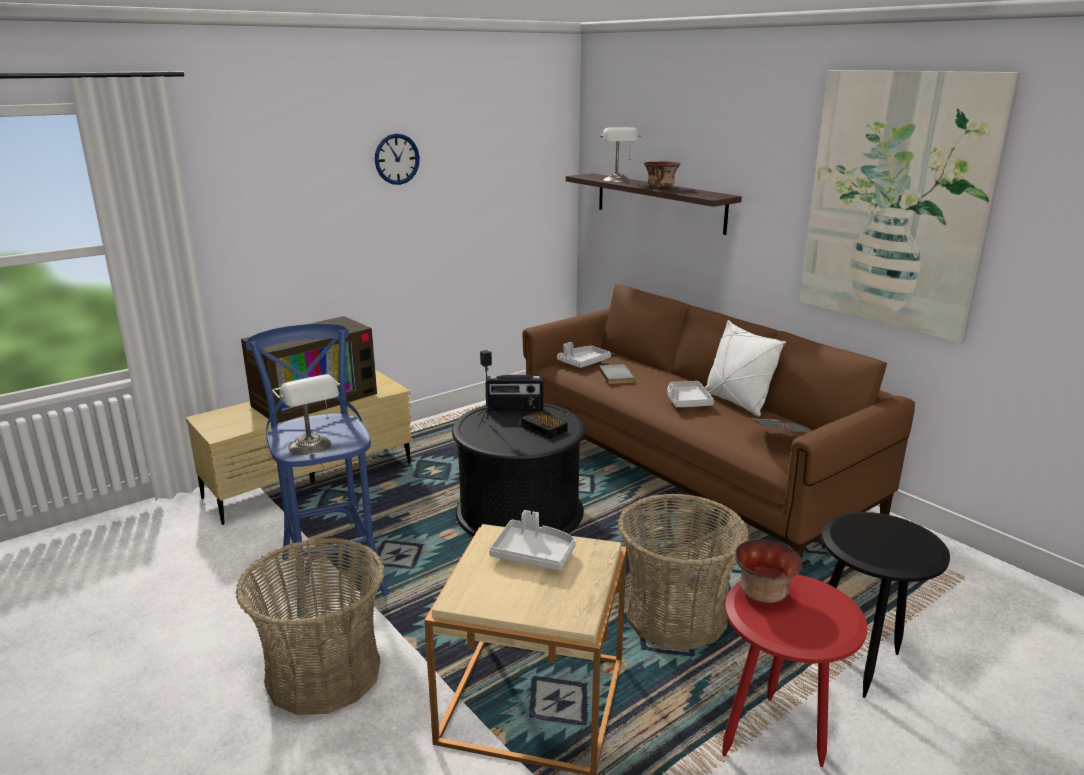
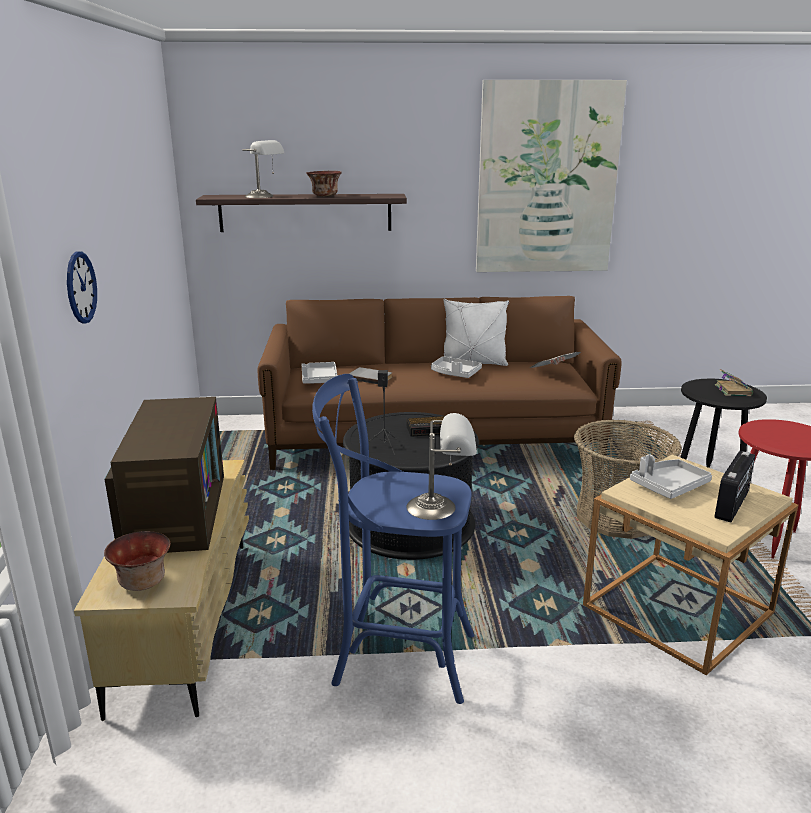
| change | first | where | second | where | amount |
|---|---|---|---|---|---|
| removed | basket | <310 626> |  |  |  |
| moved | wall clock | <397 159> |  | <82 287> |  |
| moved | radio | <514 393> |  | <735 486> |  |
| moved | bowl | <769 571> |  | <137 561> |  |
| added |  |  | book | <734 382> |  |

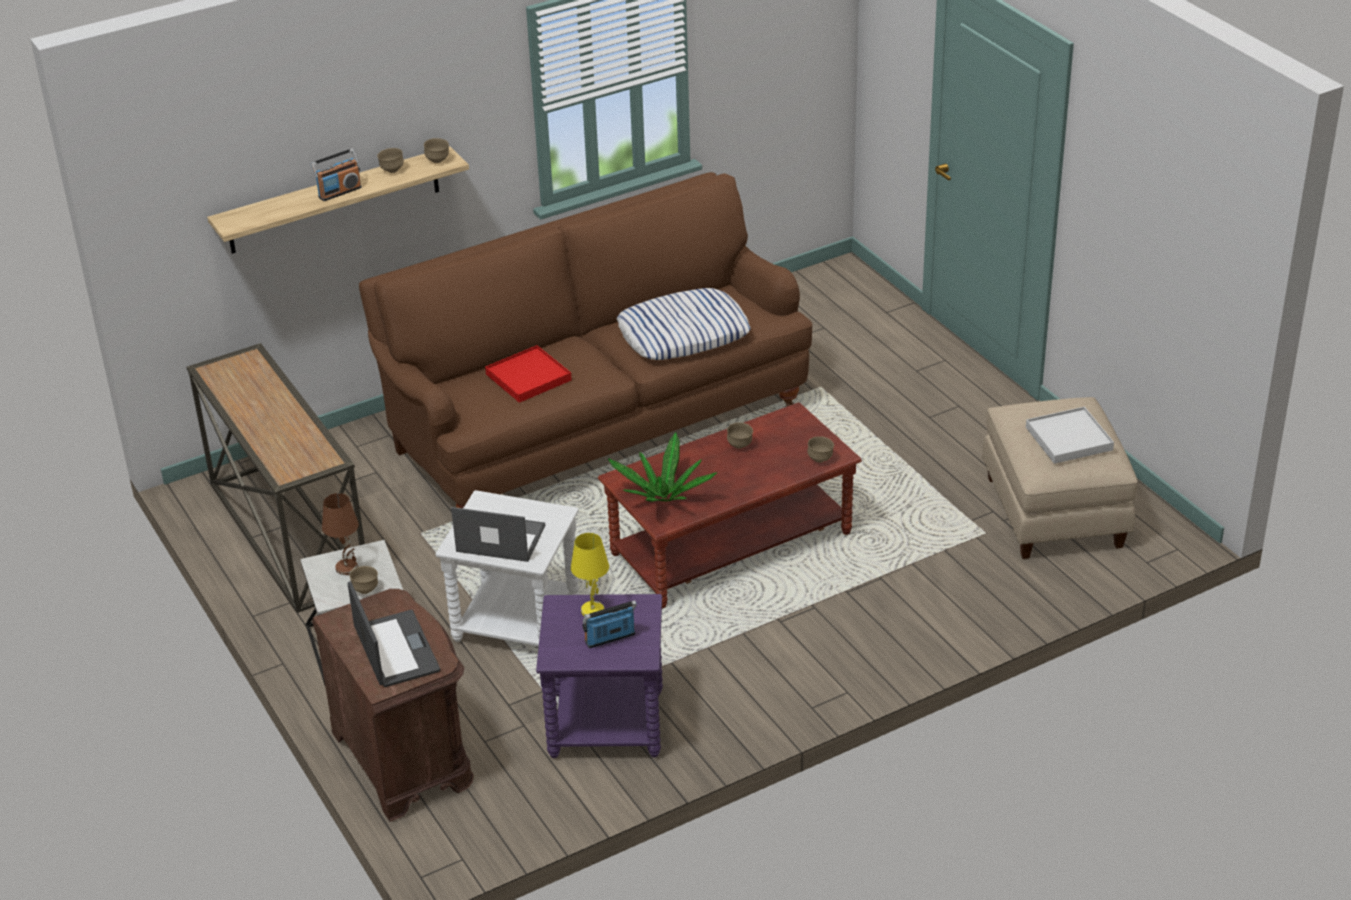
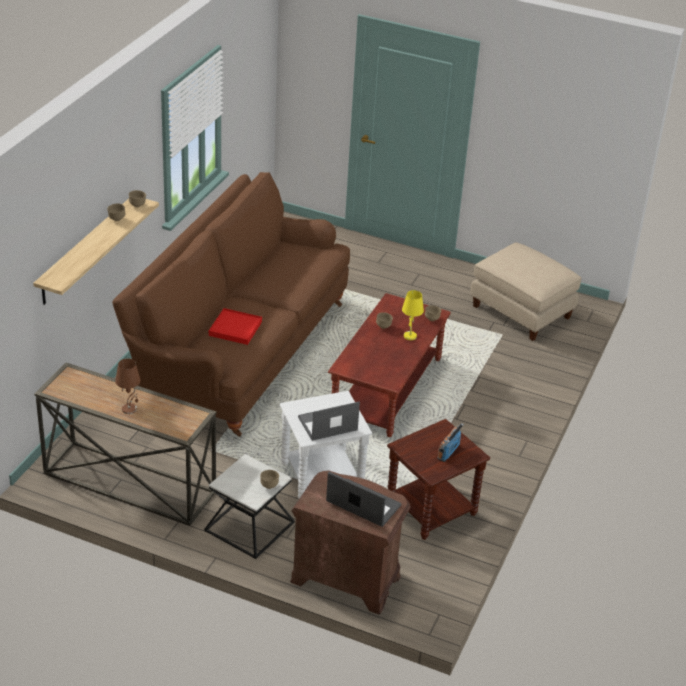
| change | first | where | second | where | amount |
|---|---|---|---|---|---|
| removed | radio | <336 174> |  |  |  |
| moved | table lamp (brown) | <340 534> |  | <127 386> |  |
| recoloured | side table (purple) | <599 676> | side table (brown) | <438 479> |  |
| moved | table lamp (yellow) | <590 574> |  | <413 315> |  |
| removed | potted plant | <662 467> |  |  |  |
| removed | pillow | <683 324> |  |  |  |
| removed | tray (white) | <1070 435> |  |  |  |

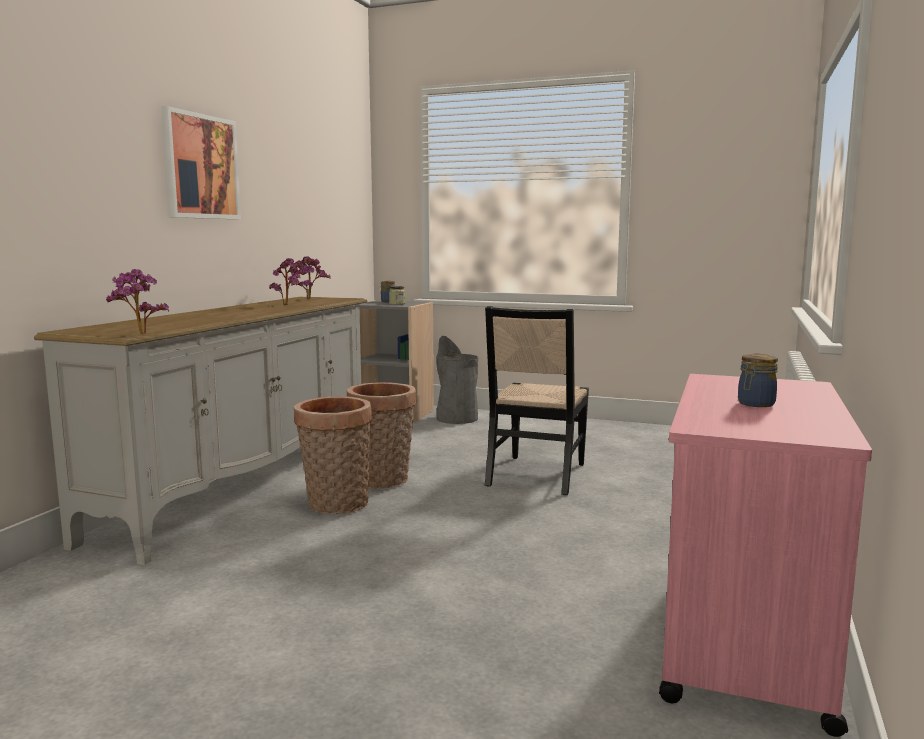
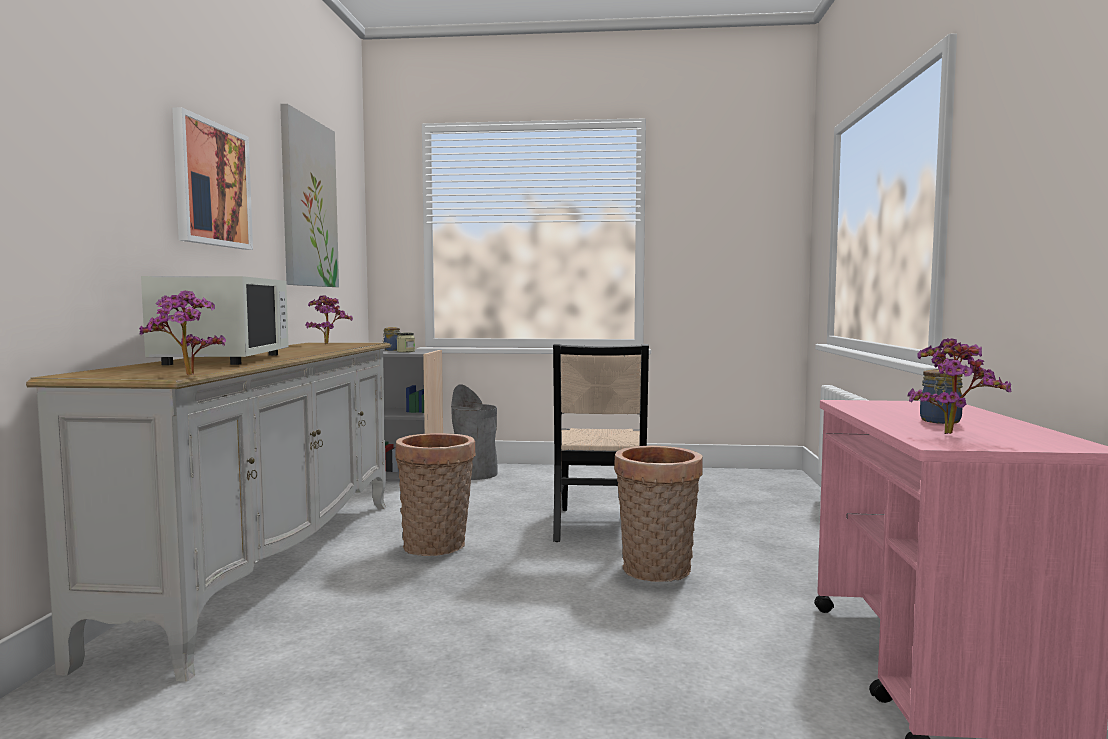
| change | first | where | second | where | amount |
|---|---|---|---|---|---|
| moved | potted plant | <288 281> |  | <960 386> |  |
| moved | basket | <333 455> |  | <658 513> |  |
| added |  |  | microwave (white) | <215 320> |  |
| added |  |  | picture | <309 195> |  |

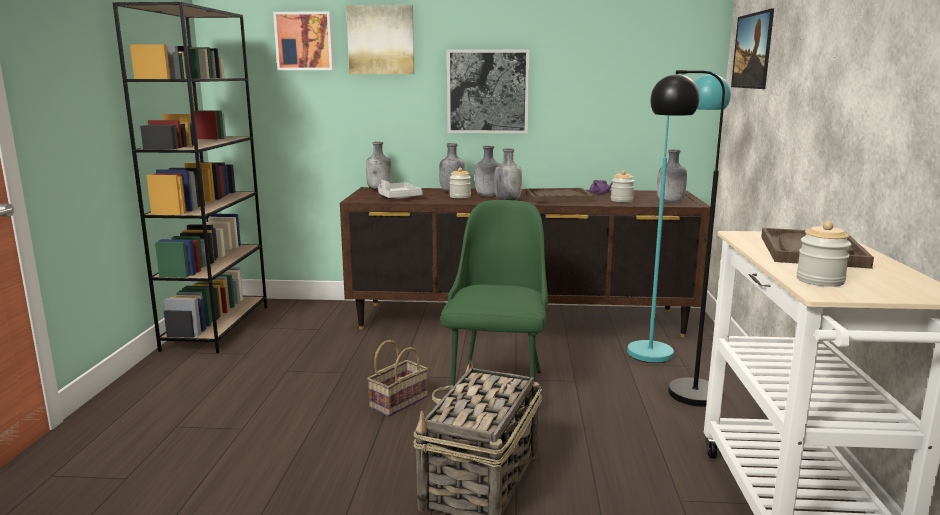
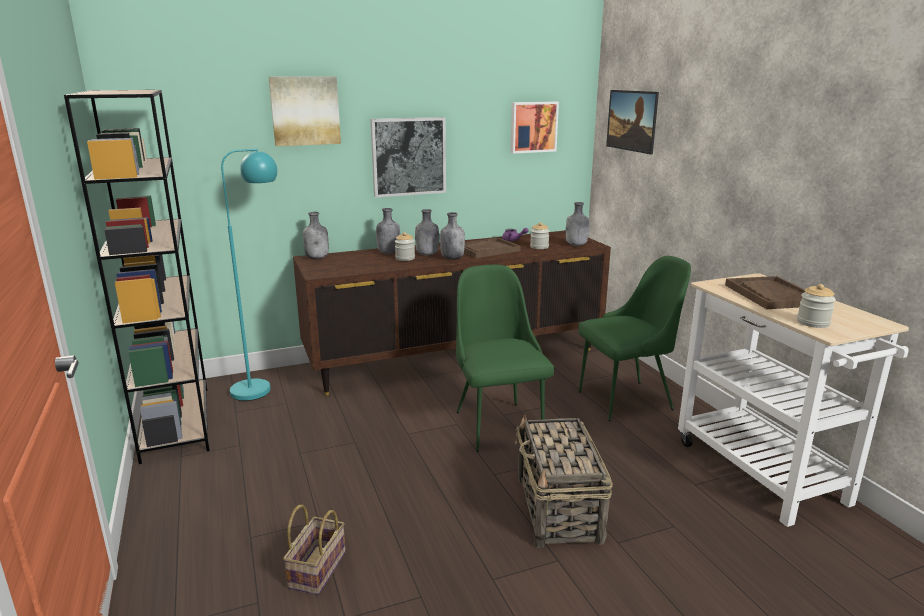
| change | first | where | second | where | amount |
|---|---|---|---|---|---|
| moved | picture | <303 40> |  | <534 127> |  |
| moved | basket | <397 378> |  | <314 549> |  |
| removed | tray (grey) | <400 189> |  |  |  |
| moved | floor lamp (turquoise) | <679 217> |  | <249 275> |  |
| replaced | floor lamp (black) | <687 238> | chair (green) | <634 339> |  |

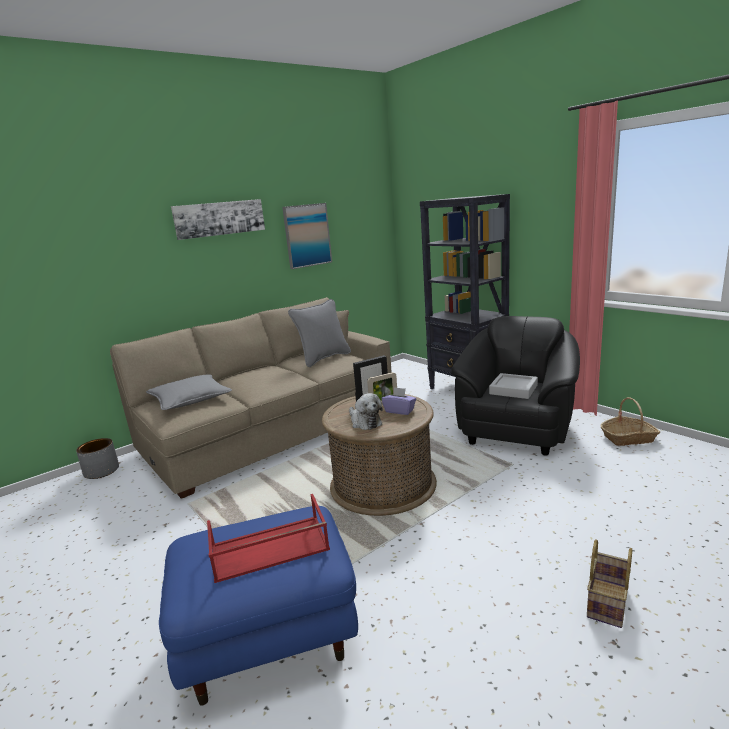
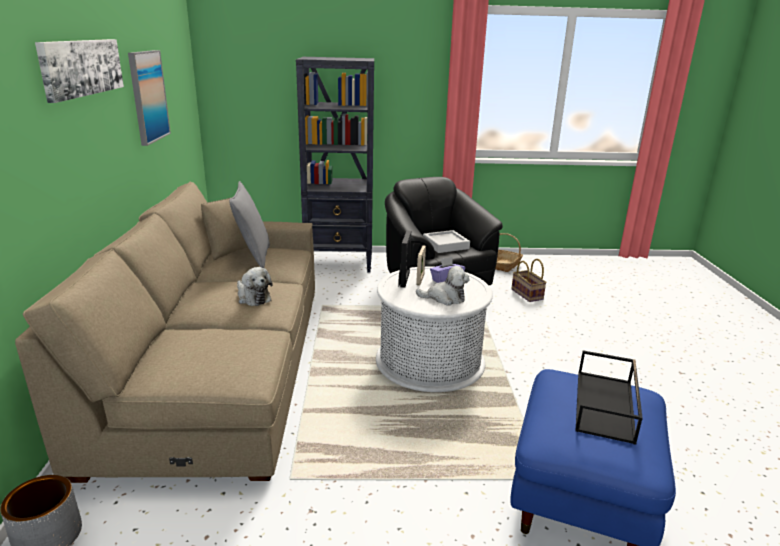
| change | first | where | second | where | amount |
|---|---|---|---|---|---|
| removed | pillow (grey) | <189 392> |  |  |  |
| recoloured | tray (red) | <268 538> | tray (black) | <609 397> |  |
| recoloured | coffee table (brown) | <379 455> | coffee table (white) | <434 329> |  |
| moved | basket | <609 583> |  | <529 280> |  |
| added |  |  | plush toy | <255 286> |  |

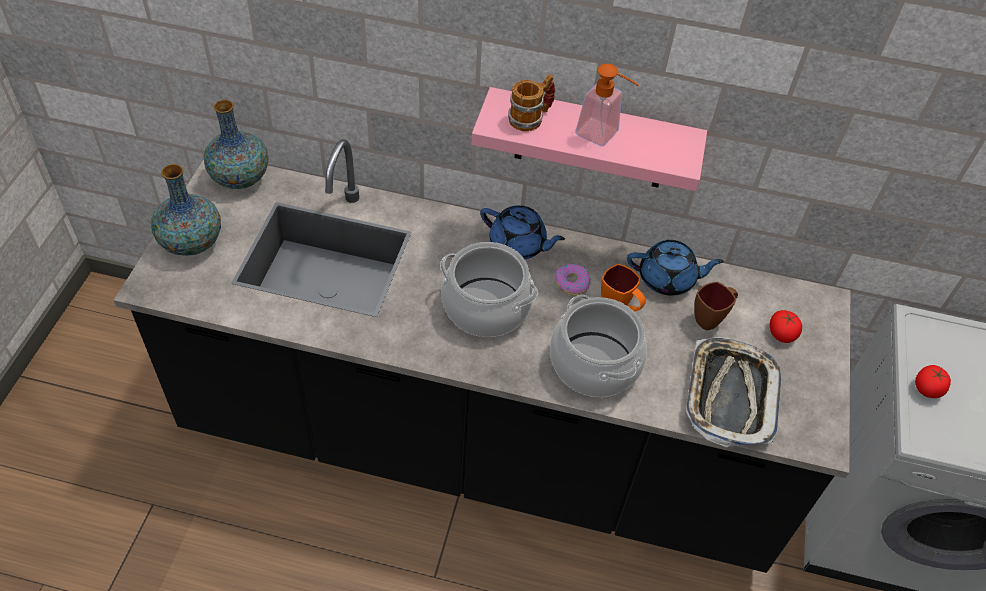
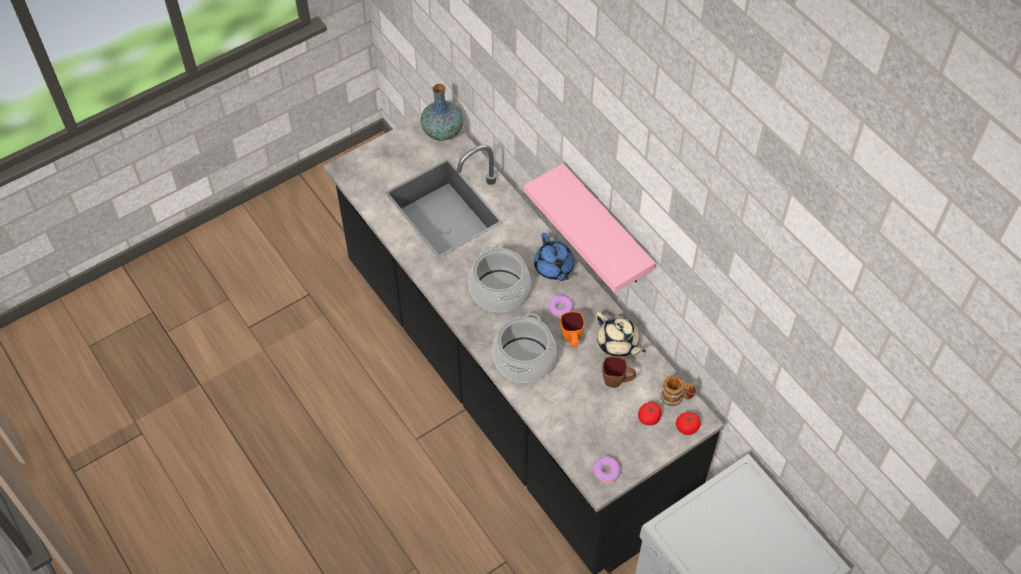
| change | first | where | second | where | amount |
|---|---|---|---|---|---|
| removed | vase | <186 210> |  |  |  |
| moved | mug | <531 102> |  | <678 391> |  |
| removed | soap dispenser | <607 105> |  |  |  |
| recoloured | teapot (blue) | <675 268> | teapot (beige) | <620 334> |  |
| removed | tray | <733 392> |  |  |  |
| moved | tomato | <933 381> |  | <688 423> |  |
| added |  |  | donut | <606 469> |  |

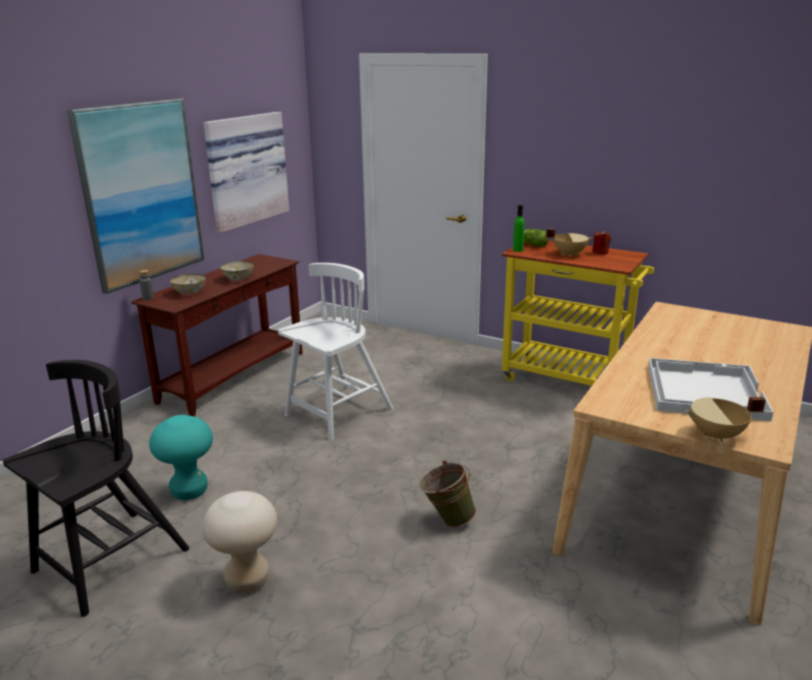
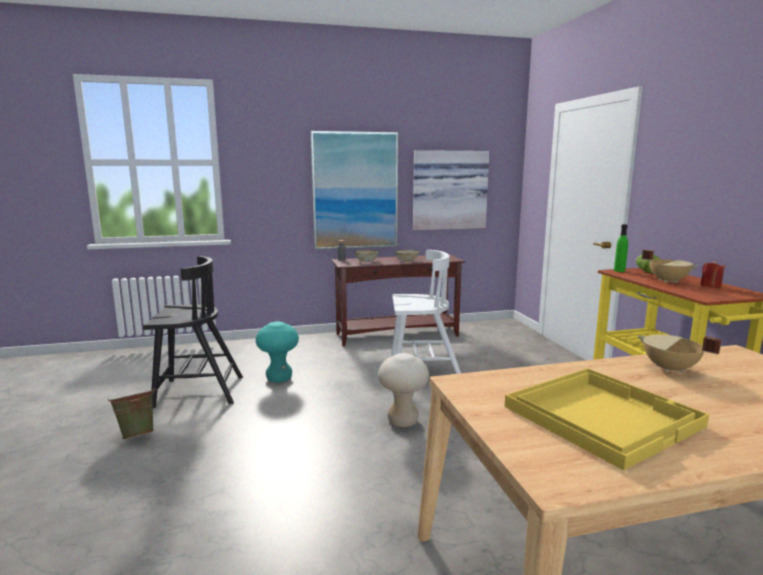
| change | first | where | second | where | amount |
|---|---|---|---|---|---|
| moved | stool (beige) | <239 542> |  | <403 390> |  |
| moved | bucket (green) | <448 493> |  | <131 413> |  |
| recoloured | tray (white) | <710 389> | tray (yellow) | <607 419> |  |
| moved | cooking pot (beige) | <725 419> |  | <679 354> |  |

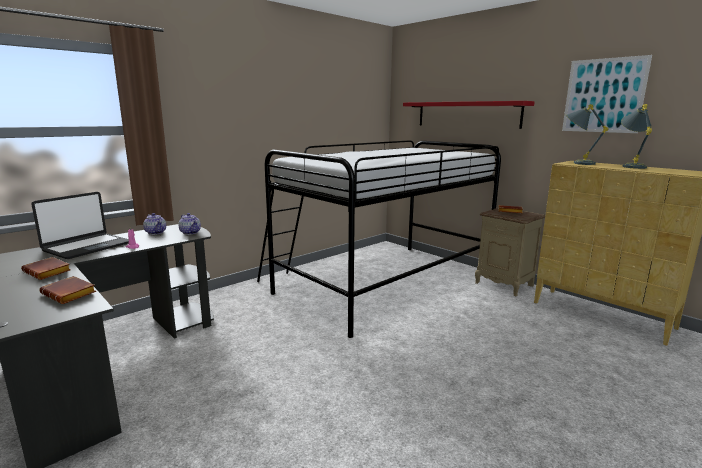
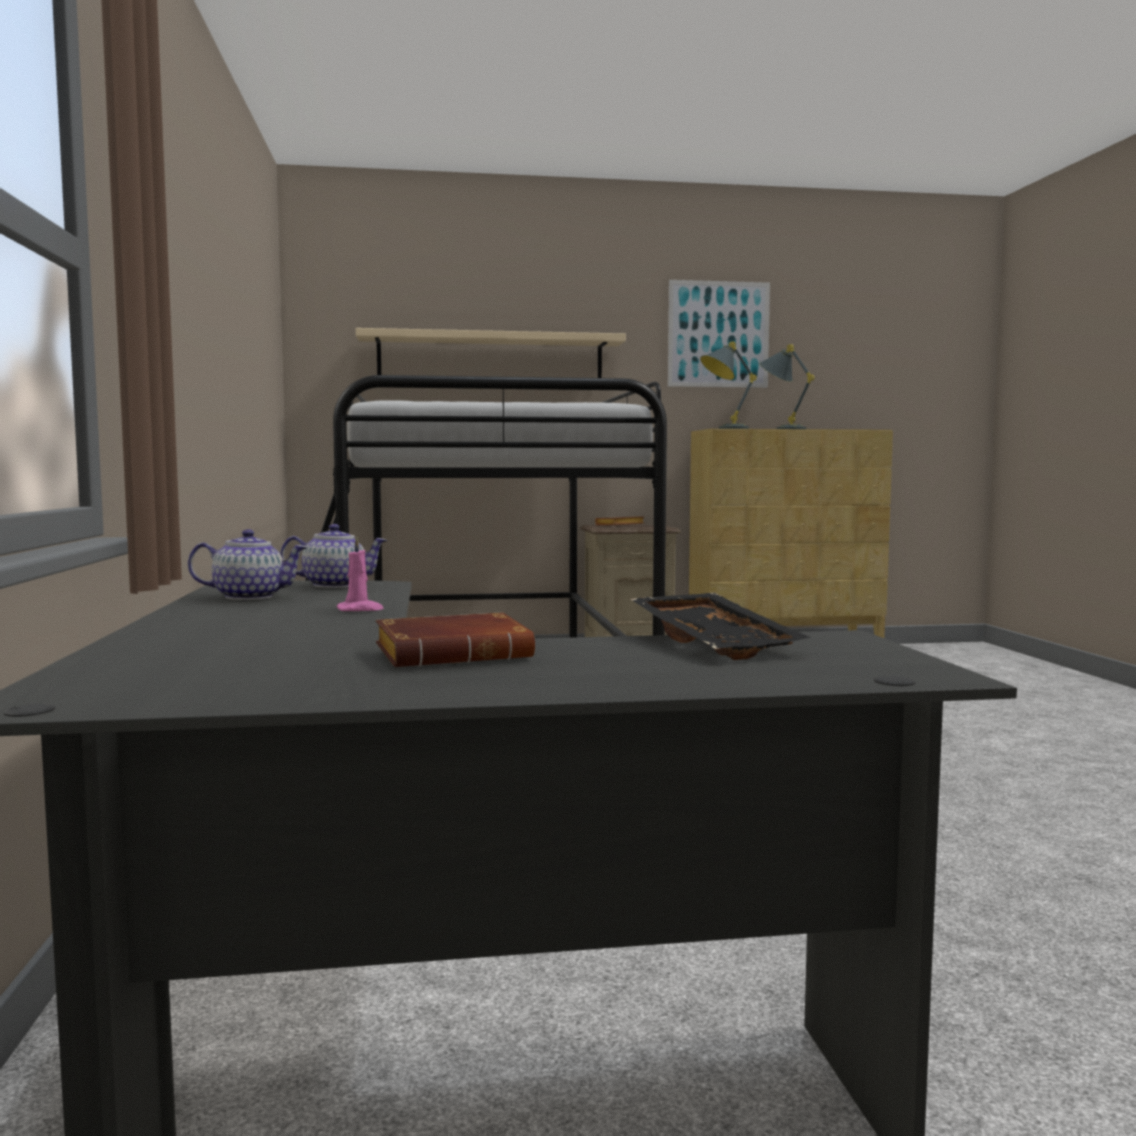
| change | first | where | second | where | amount |
|---|---|---|---|---|---|
| removed | laptop | <80 225> |  |  |  |
| replaced | book (brown) | <67 290> | tray (black) | <721 626> |  |
| recoloured | shelf (red) | <469 115> | shelf (beige) | <491 353> |  |

